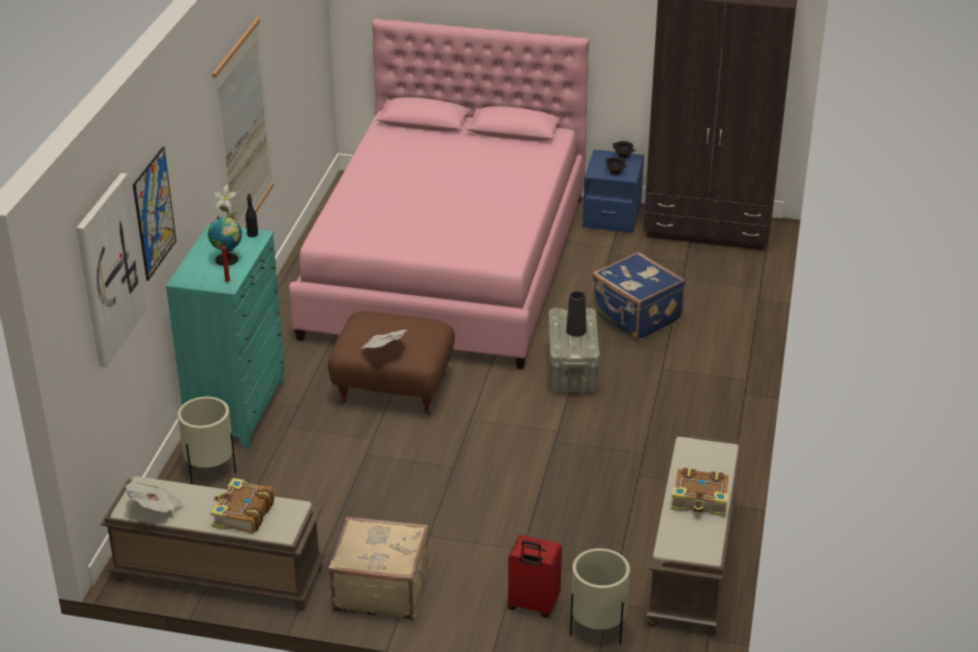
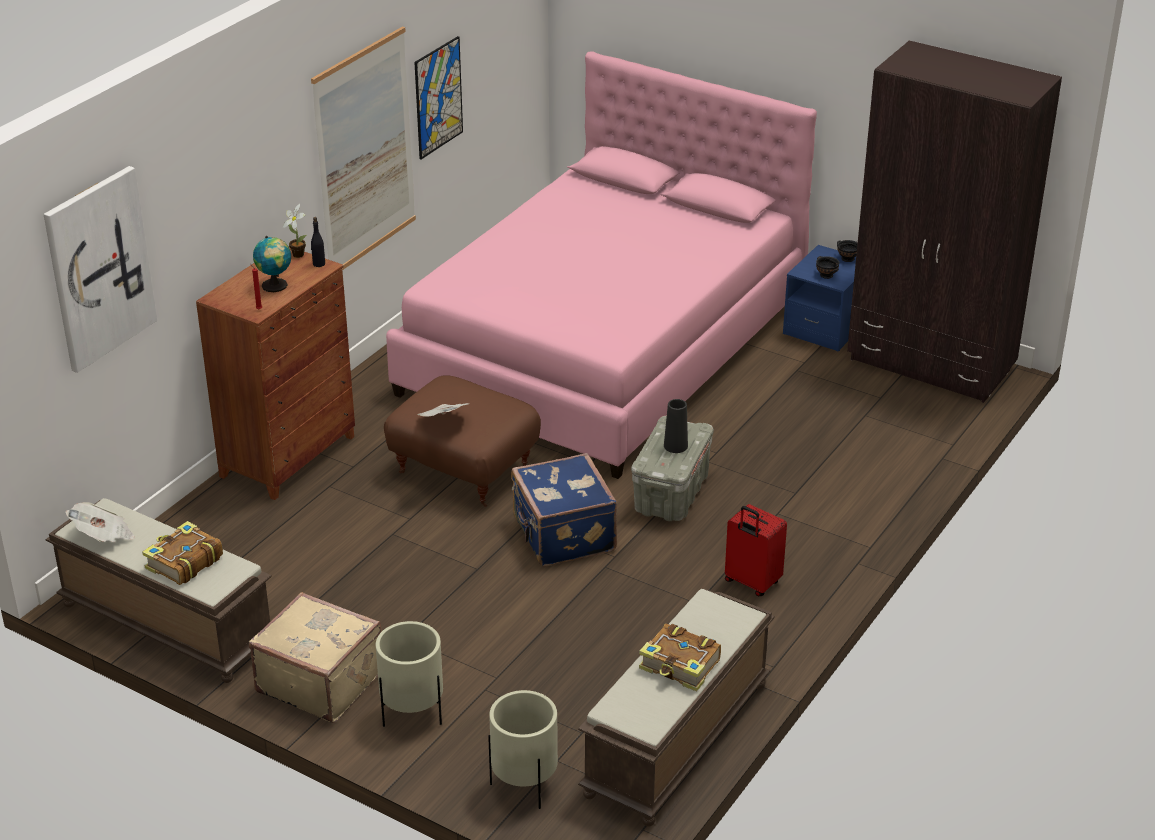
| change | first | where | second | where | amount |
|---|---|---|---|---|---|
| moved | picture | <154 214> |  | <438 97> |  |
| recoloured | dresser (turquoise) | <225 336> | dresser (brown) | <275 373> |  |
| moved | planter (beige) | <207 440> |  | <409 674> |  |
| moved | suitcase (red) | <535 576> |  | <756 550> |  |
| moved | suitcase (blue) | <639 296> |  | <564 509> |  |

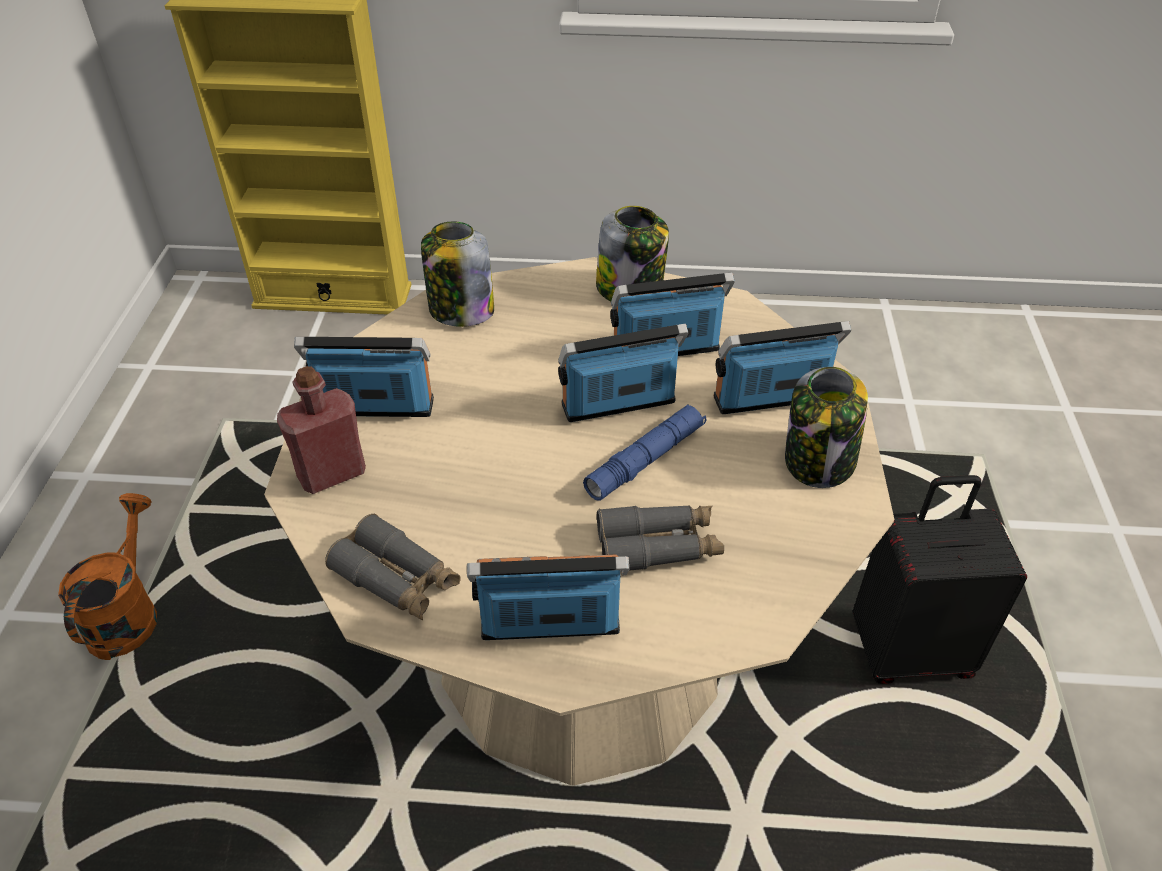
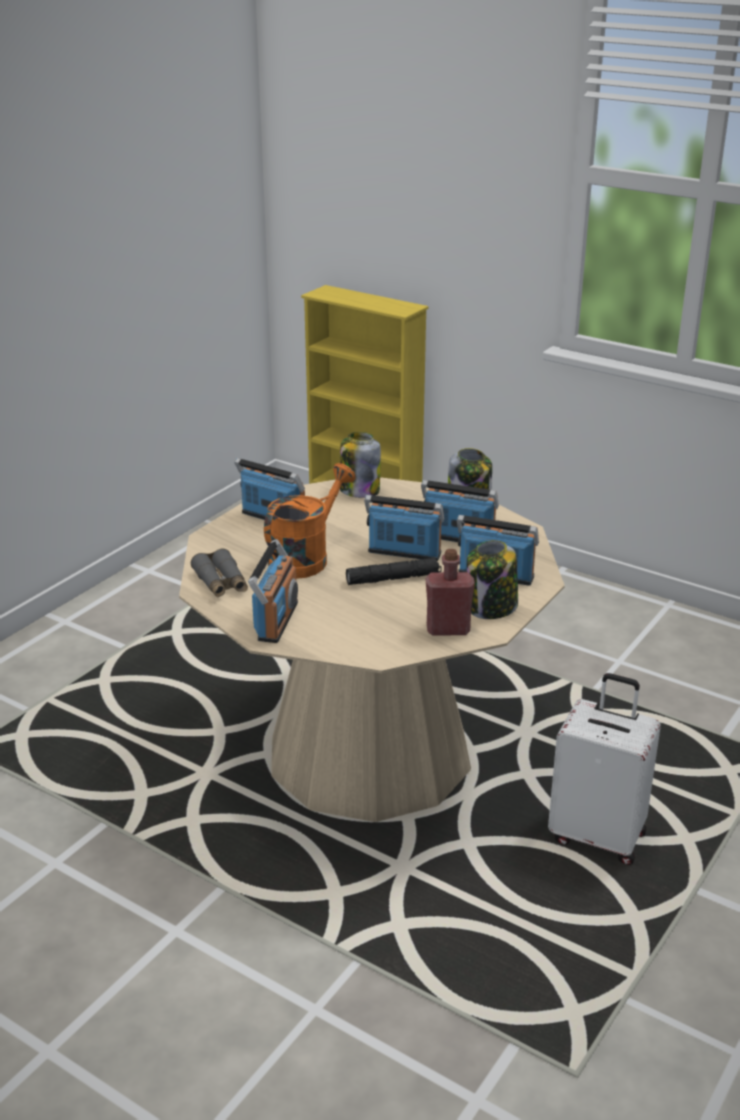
| change | first | where | second | where | amount |
|---|---|---|---|---|---|
| moved | watering can (orange) | <107 576> |  | <310 521> |  |
| moved | bottle (red) | <321 430> |  | <450 592> |  |
| turned | radio | <548 597> |  | <273 591> | 75 degrees clockwise |
| recoloured | flashlight (blue) | <645 453> | flashlight (black) | <394 571> |  |
| removed | binoculars (grey) | <660 538> |  |  |  |
| recoloured | suitcase (black) | <939 579> | suitcase (white) | <604 769> |  |

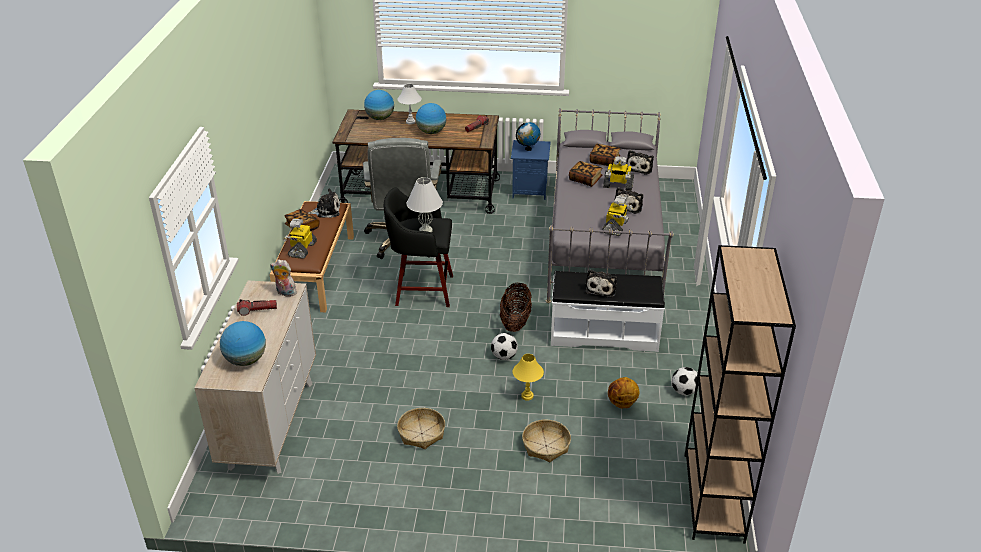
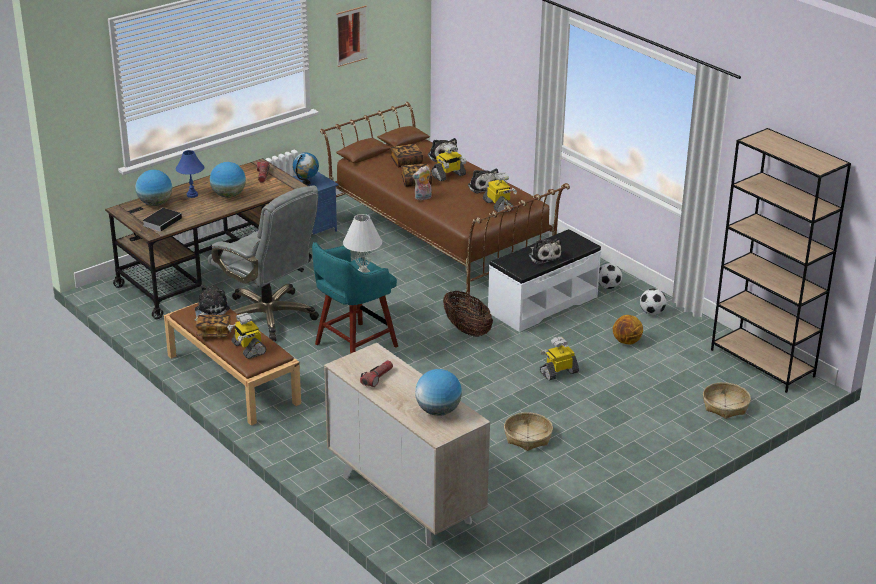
| change | first | where | second | where | amount |
|---|---|---|---|---|---|
| moved | plush toy | <283 278> |  | <422 183> |  |
| recoloured | stool (black) | <418 247> | stool (turquoise) | <355 298> |  |
| recoloured | table lamp (white) | <409 104> | table lamp (blue) | <190 174> |  |
| moved | football | <504 346> |  | <610 276> |  |
| replaced | table lamp (yellow) | <528 377> | toy robot | <559 359> |  |
| moved | basket | <546 441> |  | <727 400> |  |
| recoloured | bed (grey) | <610 205> | bed (brown) | <445 202> |  |
| added |  |  | book | <162 220> |  |
| added |  |  | picture | <351 36> |  |

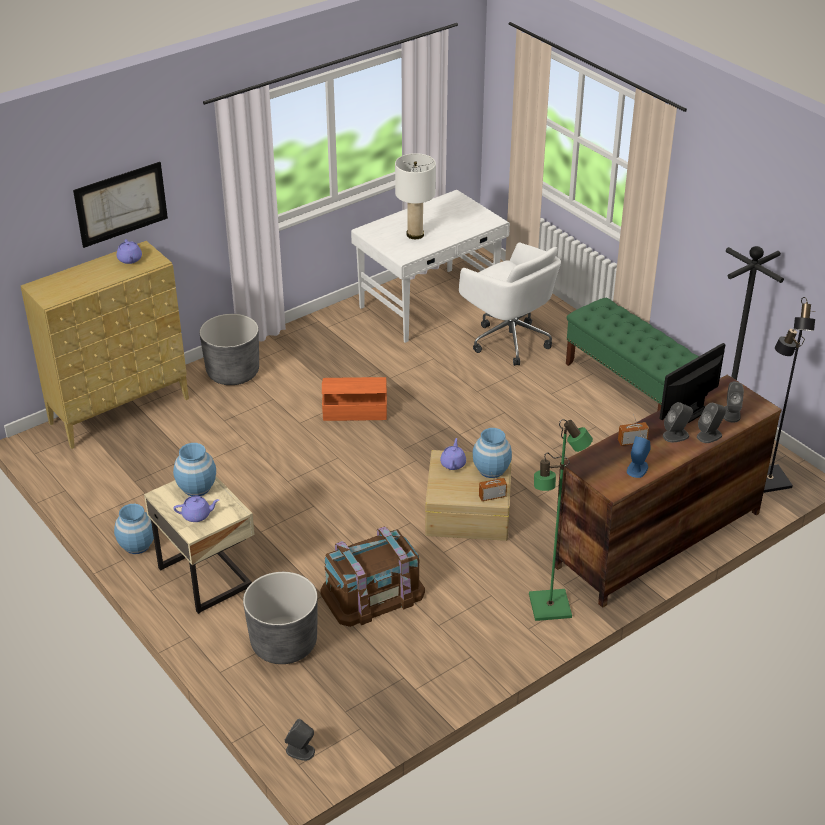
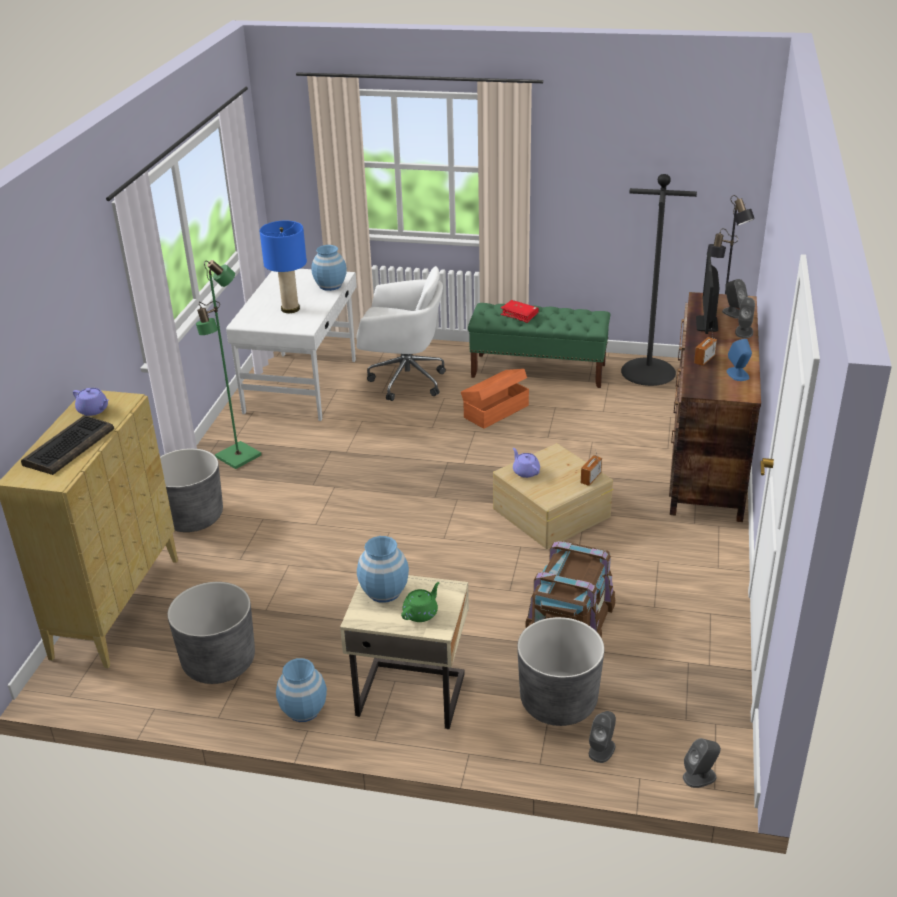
| change | first | where | second | where | amount |
|---|---|---|---|---|---|
| removed | picture | <120 205> |  |  |  |
| recoloured | teapot (purple) | <196 509> | teapot (green) | <420 602> |  |
| moved | storage box (orange) | <354 399> |  | <495 399> |  |
| recoloured | table lamp (white) | <415 196> | table lamp (blue) | <283 267> |  |
| moved | vase (blue) | <492 453> |  | <329 268> |  |
| moved | floor lamp (green) | <561 520> |  | <228 364> |  |
| moved | speaker (grey) | <678 422> |  | <602 737> |  |
| added |  |  | keyboard | <67 445> |  |
| added |  |  | planter (grey) | <211 633> |  |
| added |  |  | book (red) | <520 311> |  |

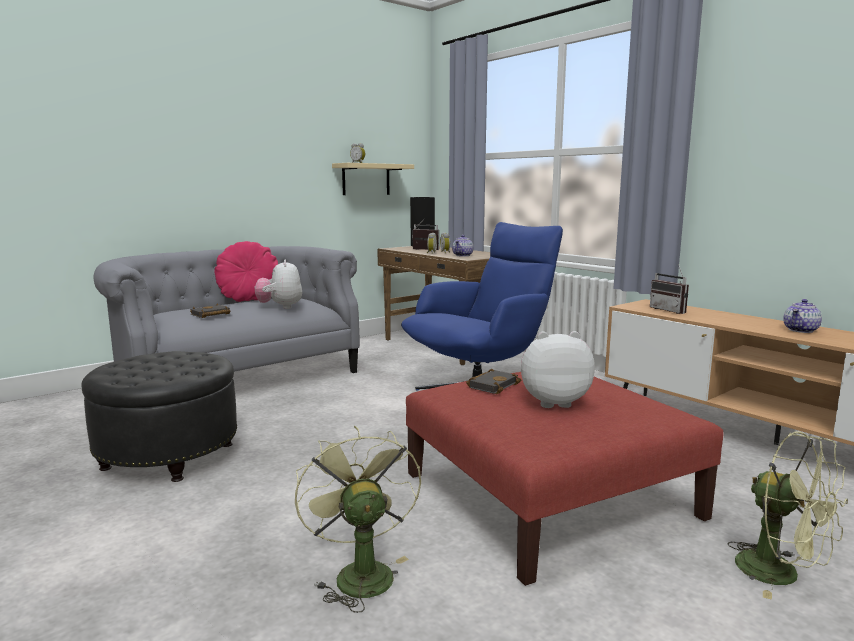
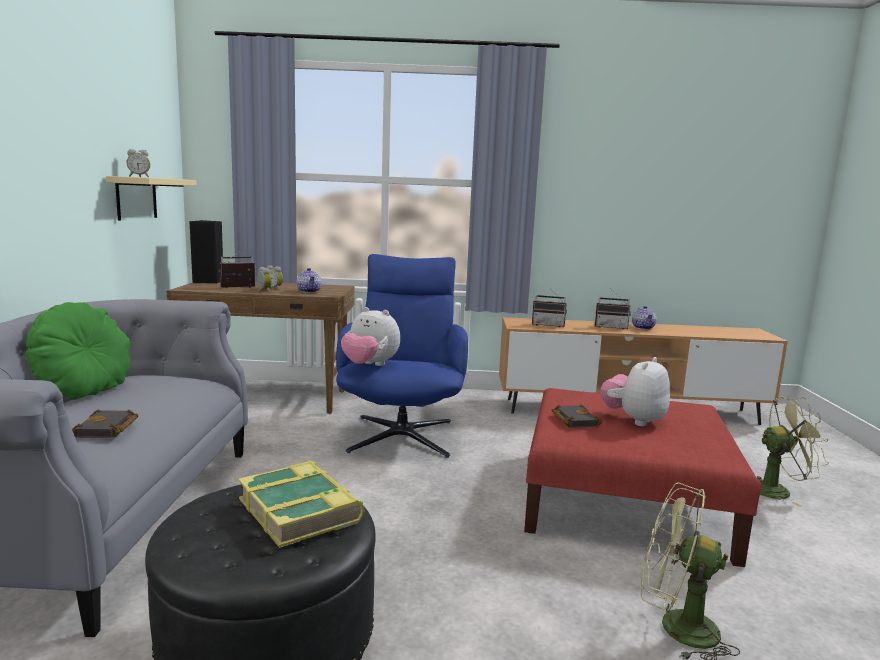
| change | first | where | second | where | amount |
|---|---|---|---|---|---|
| recoloured | pillow (pink) | <246 271> | pillow (green) | <78 351> |  |
| moved | plush toy | <278 284> |  | <370 336> |  |
| added |  |  | book | <301 504> |  |
| added |  |  | radio | <612 308> |  |

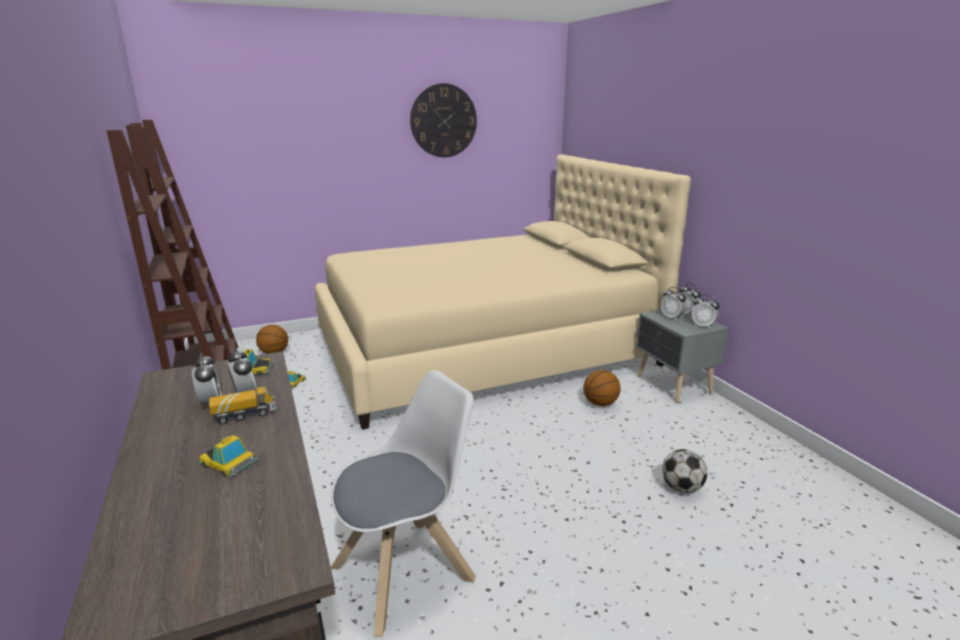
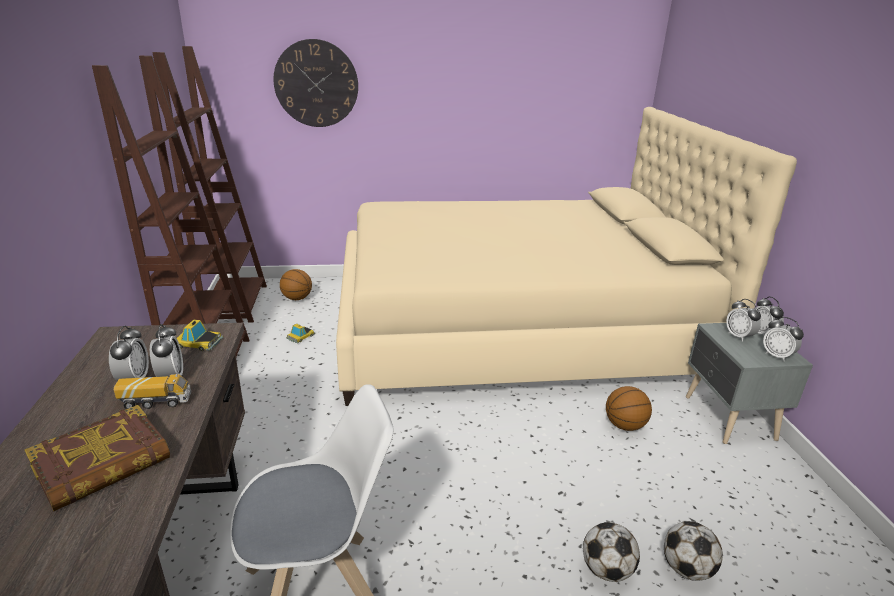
| change | first | where | second | where | amount |
|---|---|---|---|---|---|
| replaced | toy car | <228 456> | book | <97 458> |  |
| moved | wall clock | <443 120> |  | <316 83> |  |
| added |  |  | football | <611 552> |  |

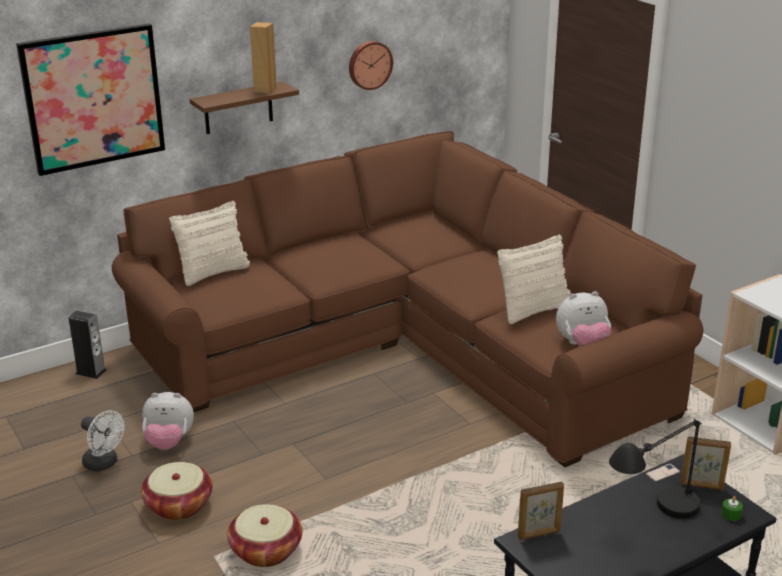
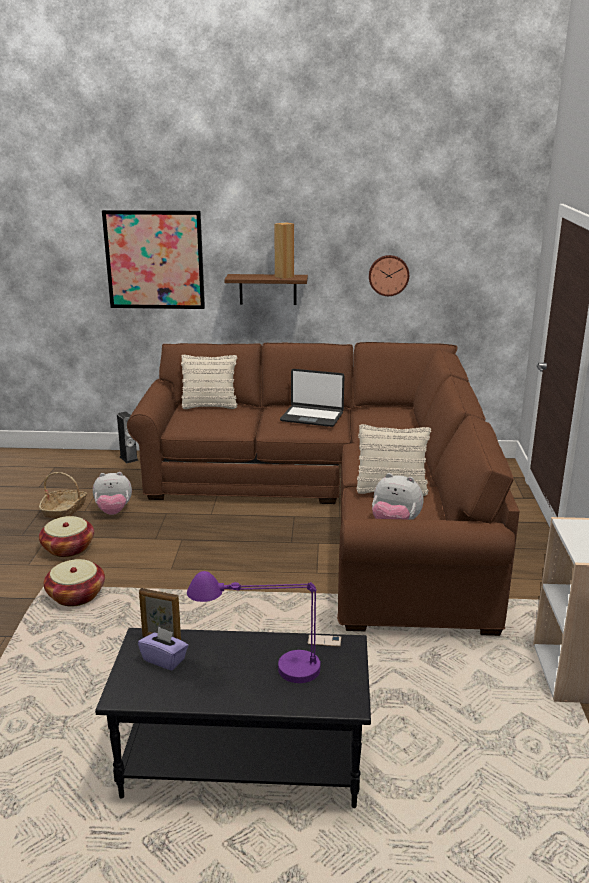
| change | first | where | second | where | amount |
|---|---|---|---|---|---|
| replaced | fan (white) | <103 440> | basket | <63 495> |  |
| turned | plush toy | <168 421> |  | <112 493> | 45 degrees counterclockwise |
| recoloured | table lamp (black) | <655 468> | table lamp (purple) | <254 627> |  |
| removed | picture frame | <706 463> |  |  |  |
| removed | candle (green) | <732 508> |  |  |  |
| added |  |  | tissue box (purple) | <163 648> |  |
| added |  |  | laptop | <312 398> |  |

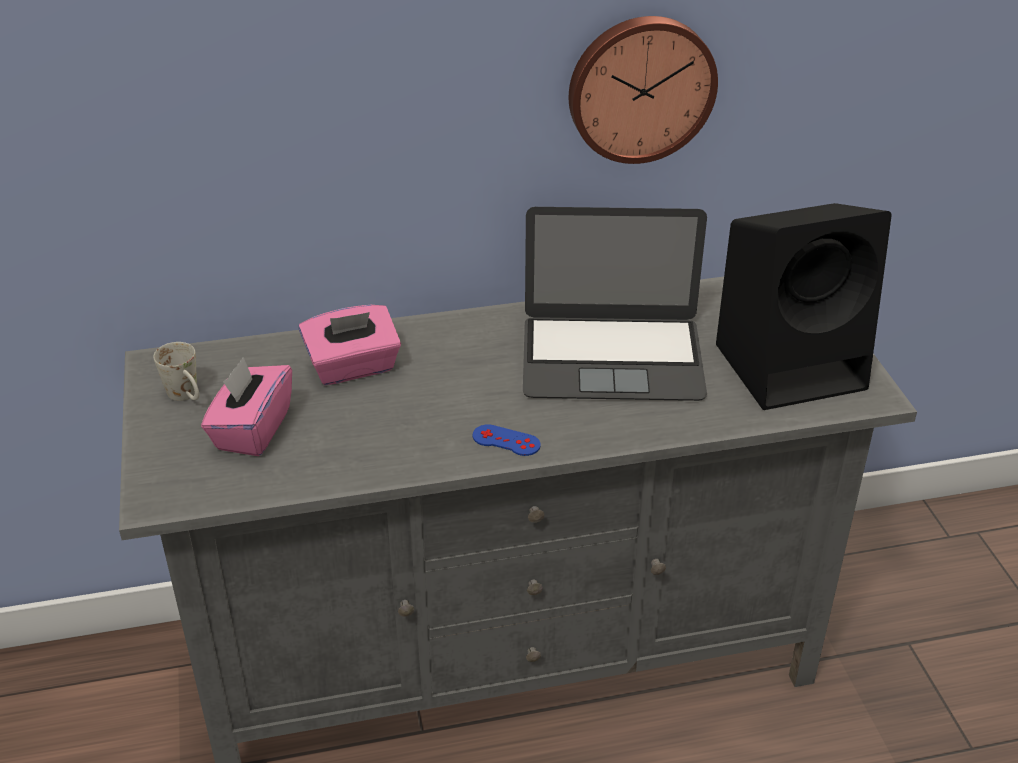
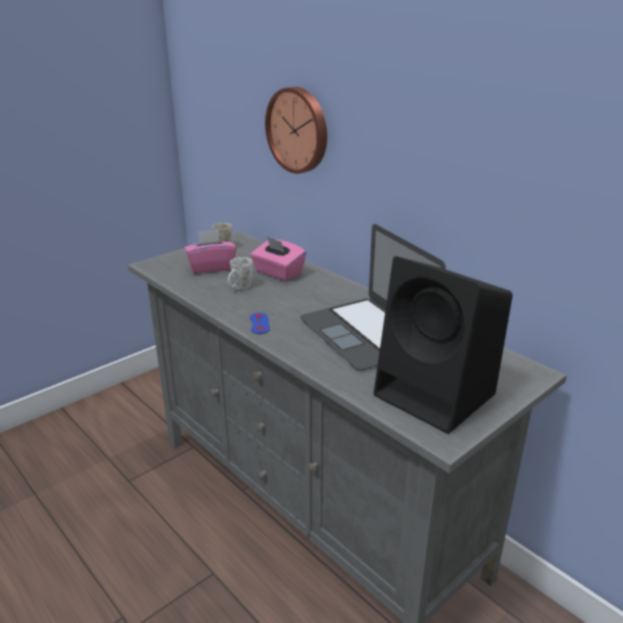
| change | first | where | second | where | amount |
|---|---|---|---|---|---|
| moved | wall clock | <643 90> |  | <296 130> |  |
| added |  |  | mug (white) | <240 273> |  |

